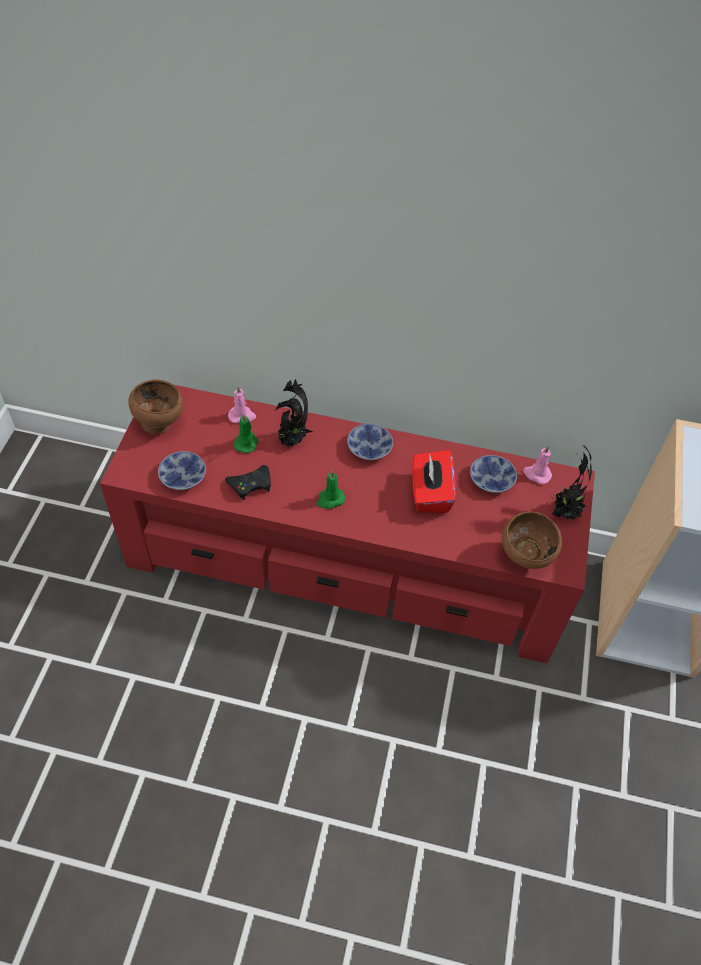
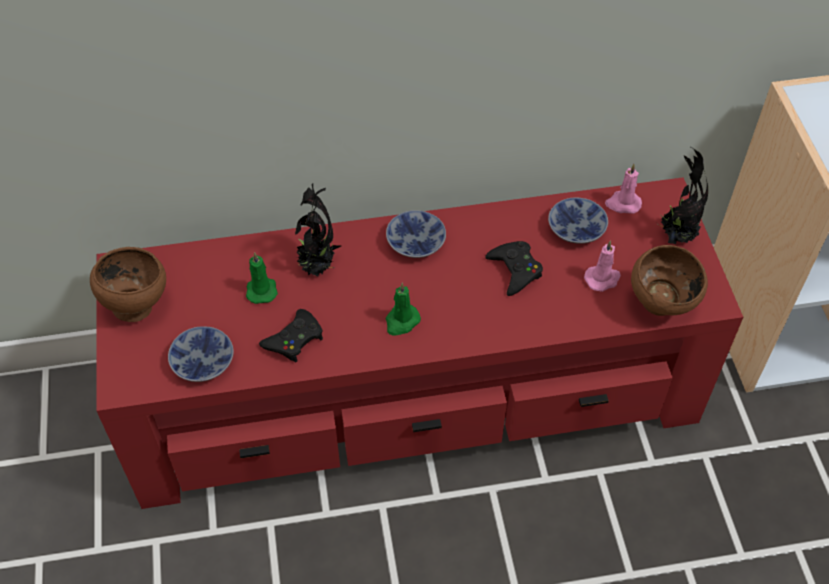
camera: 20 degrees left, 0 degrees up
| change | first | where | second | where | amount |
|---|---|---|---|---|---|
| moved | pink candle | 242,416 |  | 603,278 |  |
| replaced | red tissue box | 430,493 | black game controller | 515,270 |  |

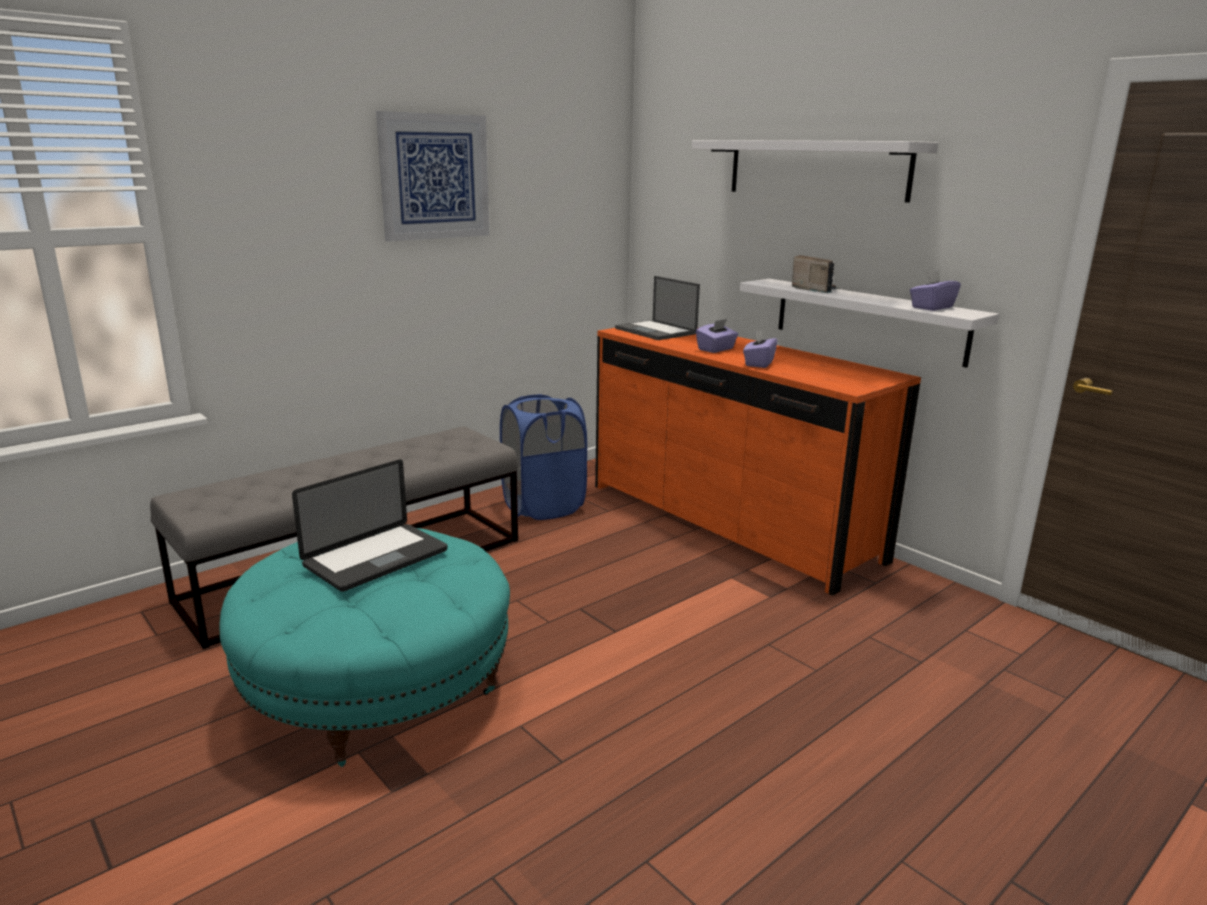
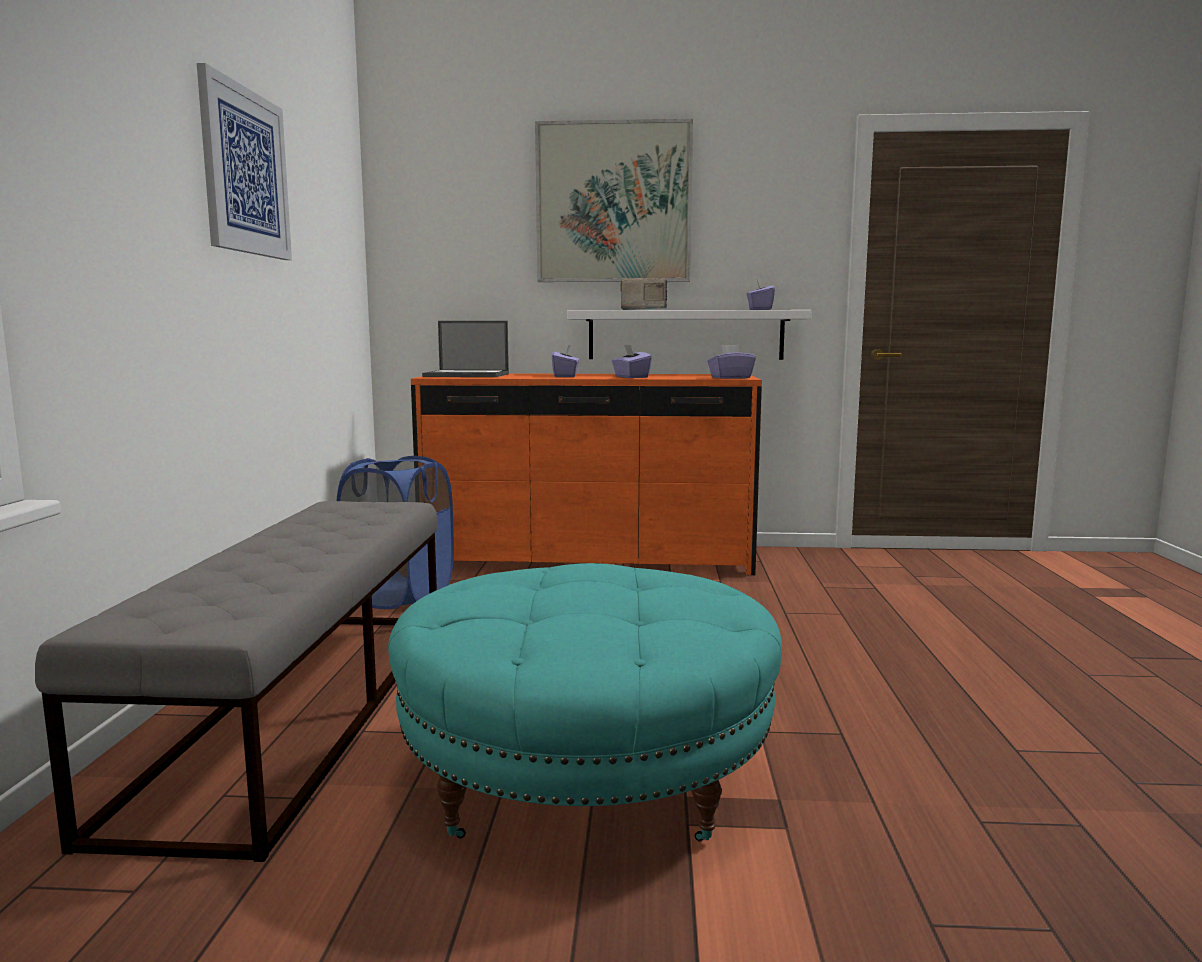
camera: 45 degrees left, 10 degrees down
| change | first | where | second | where | amount |
|---|---|---|---|---|---|
| removed | laptop | 376,558 |  |  |  |
| added |  |  | purple tissue box | 730,378 |  |
| replaced | white shelf | 816,169 | picture | 613,203 |  |

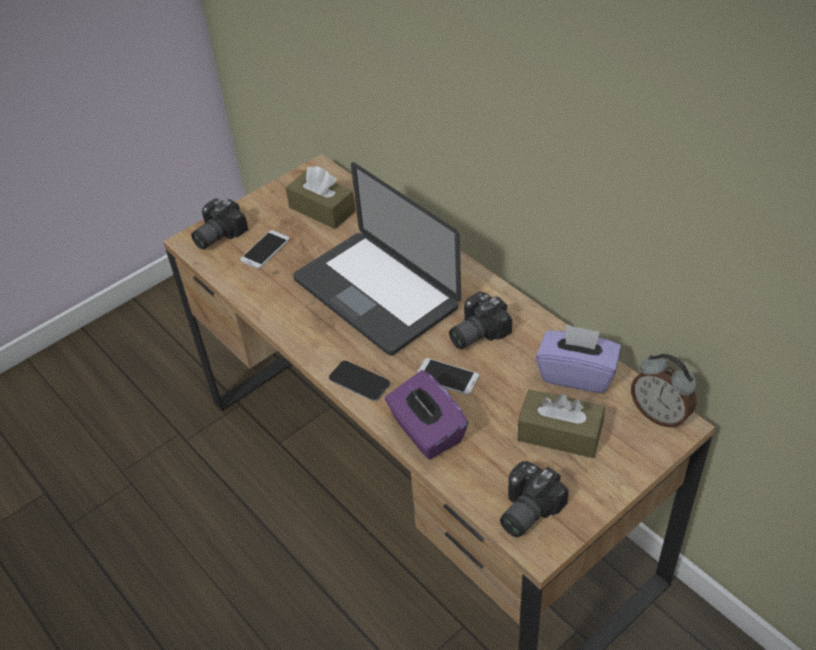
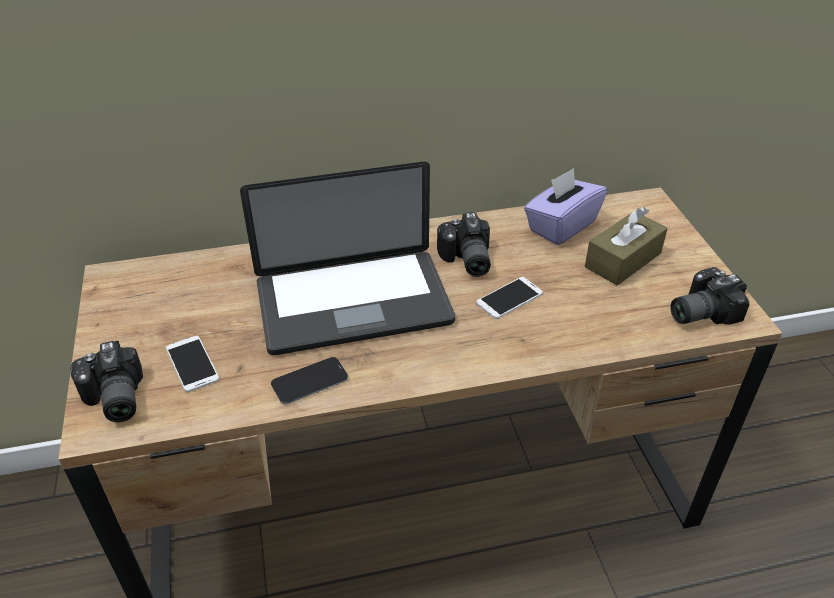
camera: 65 degrees left, 5 degrees down
| change | first | where | second | where | amount |
|---|---|---|---|---|---|
| removed | brown tissue box | 322,209 |  |  |  |
| removed | purple tissue box | 426,431 |  |  |  |
| removed | alarm clock | 660,414 |  |  |  |
| moved | phone | 359,382 |  | 310,382 |  |
| turned | photo camera | 524,509 |  | 698,311 | 90 degrees clockwise |

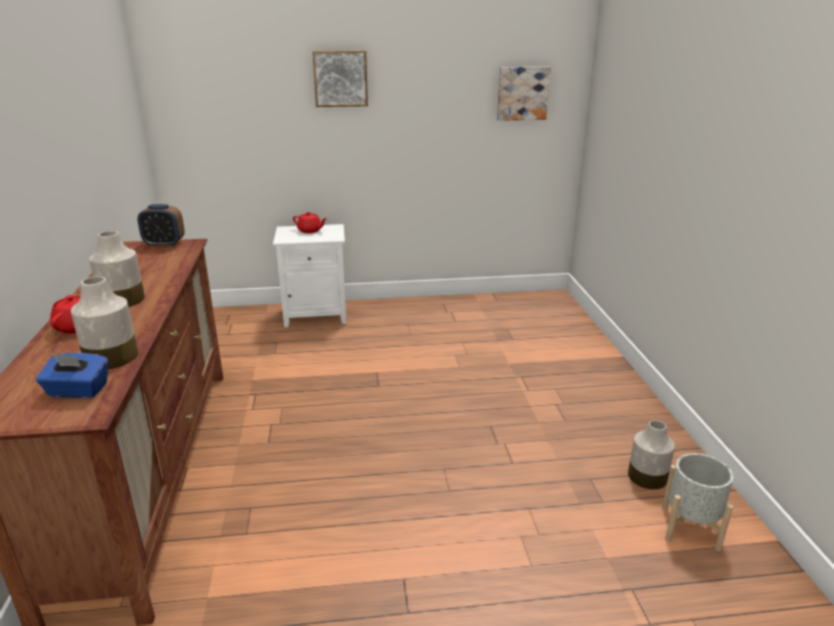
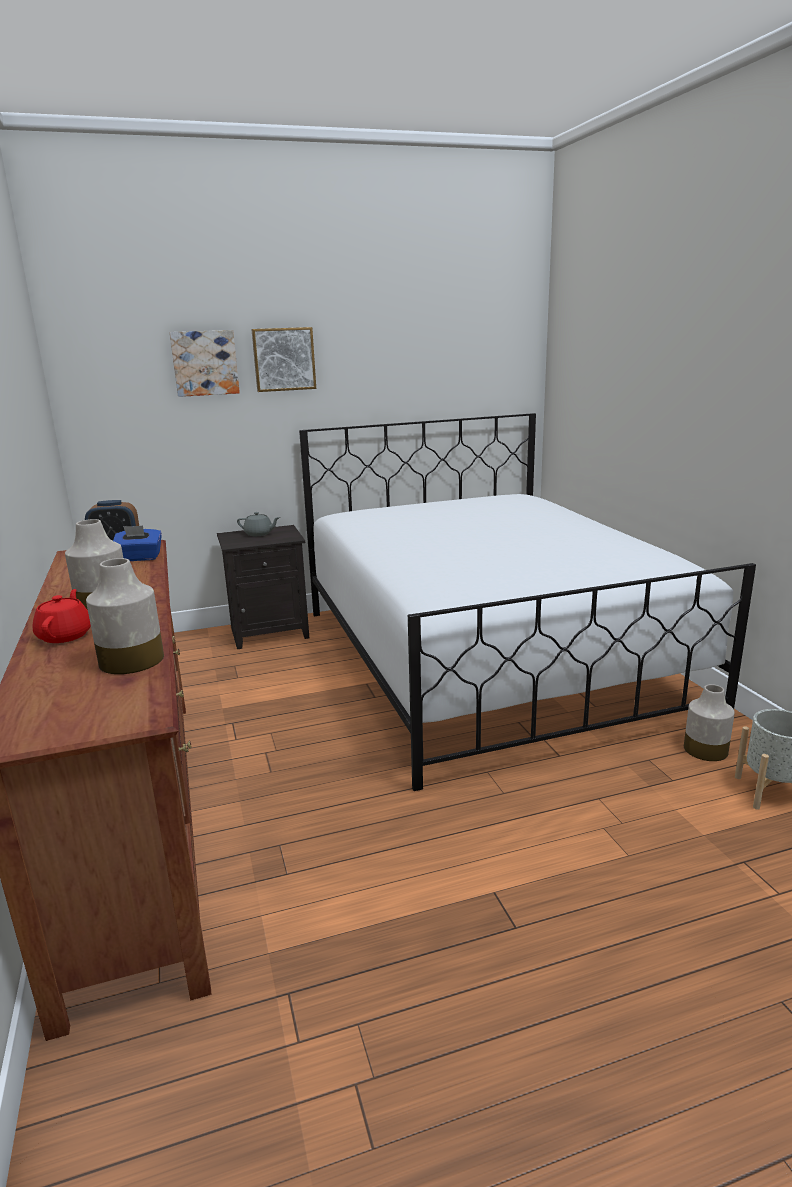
camera: 10 degrees left, 5 degrees down
| change | first | where | second | where | amount |
|---|---|---|---|---|---|
| added |  |  | white bed | 486,658 |  |
| moved | blue tissue box | 78,391 |  | 139,558 |  |
| moved | picture | 522,93 |  | 205,363 |  |
| recoloured | white nightstand | 317,314 | black nightstand | 270,632 |  |
| recoloured | red teapot | 310,231 | grey teapot | 259,534 |  |

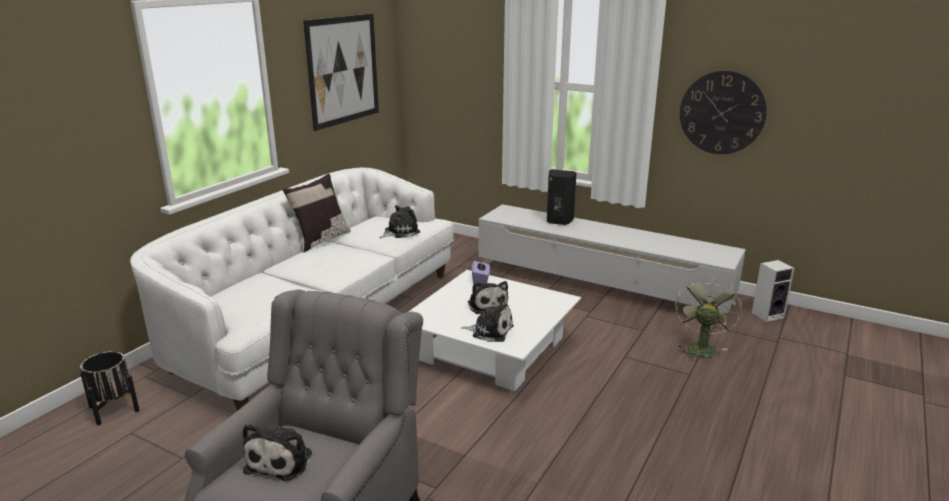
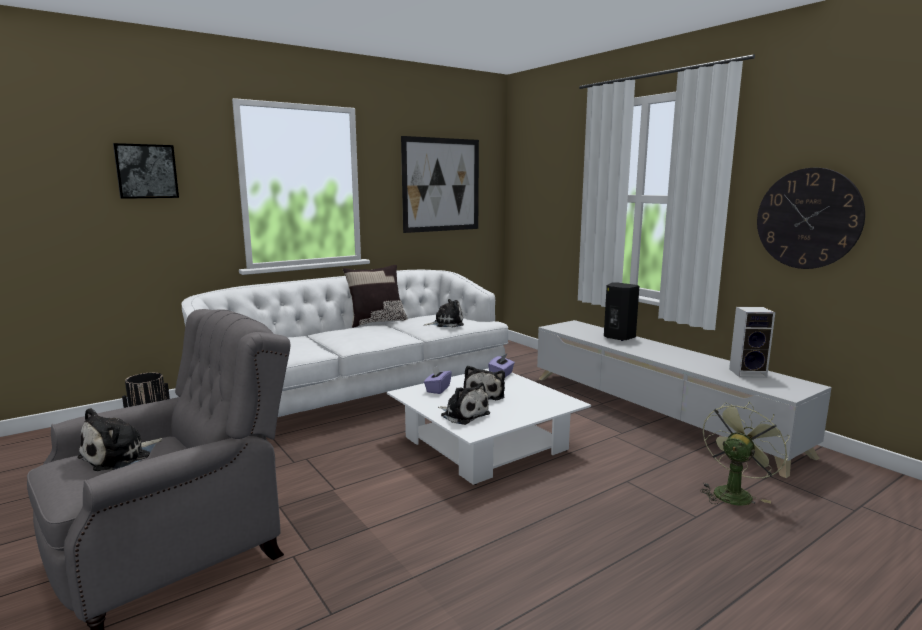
camera: 25 degrees right, 10 degrees down
| change | first | where | second | where | amount |
|---|---|---|---|---|---|
| added |  |  | picture | 146,171 |  |
| added |  |  | purple tissue box | 437,389 |  |
| moved | speaker | 768,314 |  | 748,373 |  |

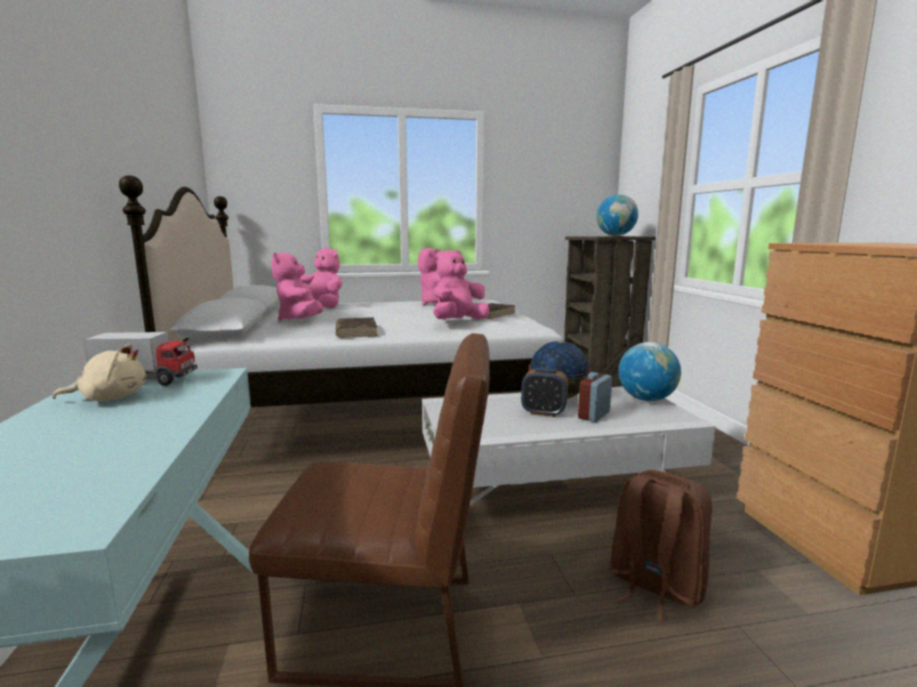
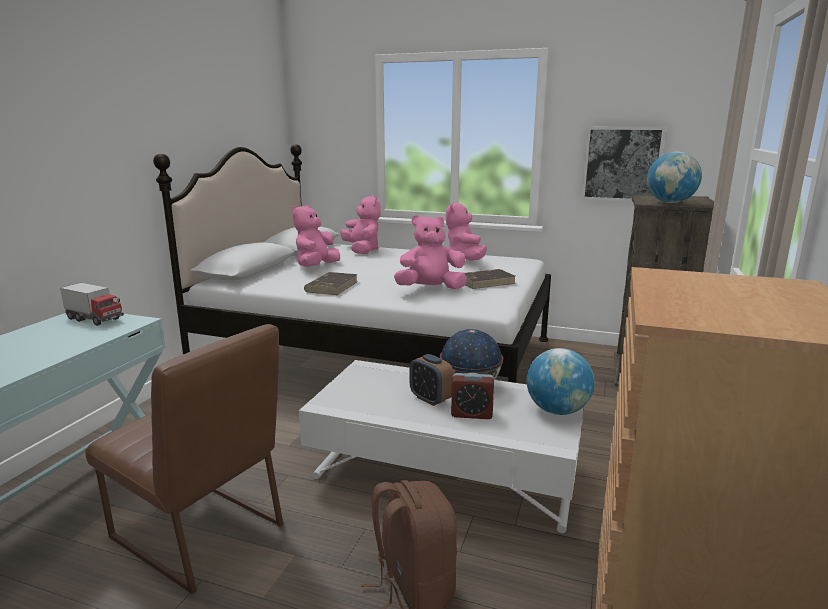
camera: 30 degrees right, 5 degrees up
| change | first | where | second | where | amount |
|---|---|---|---|---|---|
| removed | beige plush toy | 110,398 |  |  |  |
| added |  |  | picture | 622,164 |  |
| turned | alarm clock | 594,415 |  | 471,414 | 150 degrees counterclockwise |

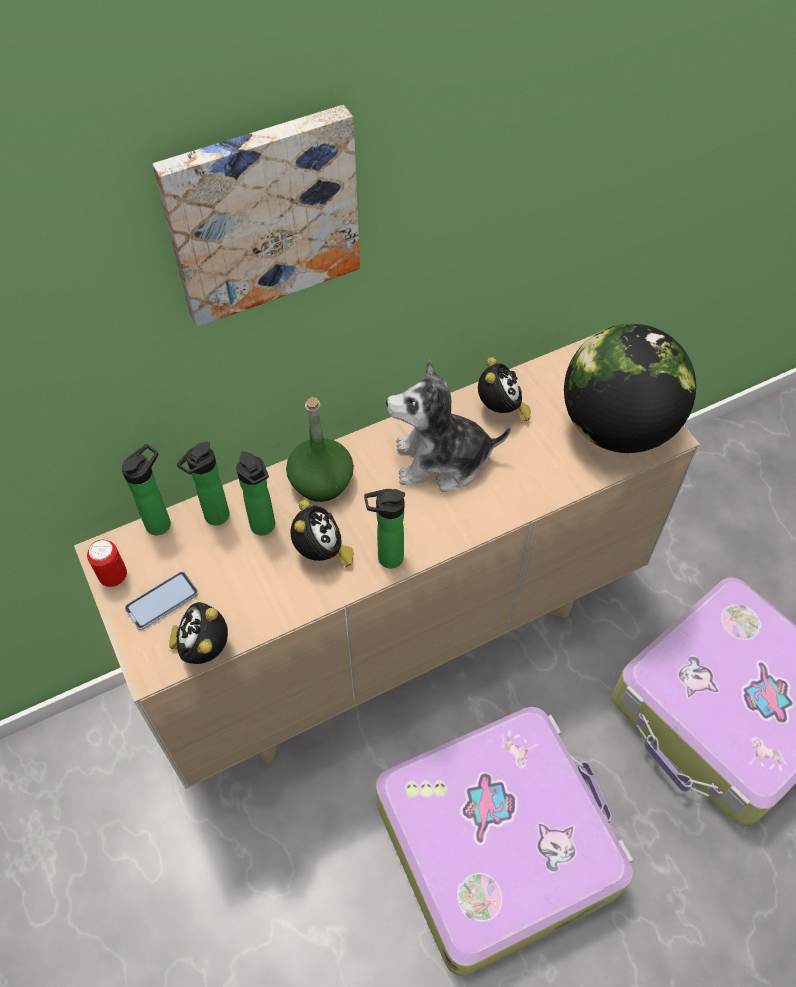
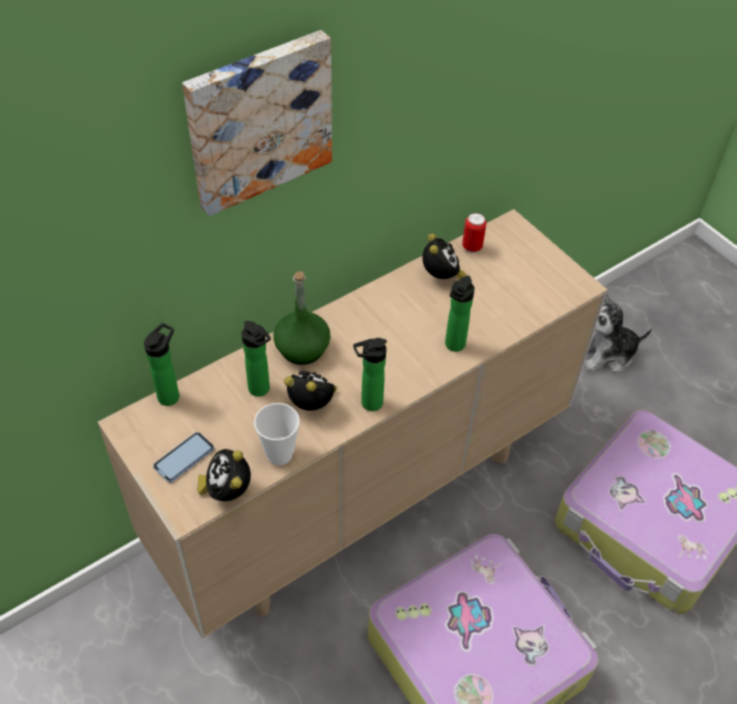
camera: 10 degrees left, 5 degrees down
| change | first | where | second | where | amount |
|---|---|---|---|---|---|
| removed | globe | 616,428 |  |  |  |
| added |  |  | cup | 279,454 |  |
| moved | can | 114,577 |  | 472,247 |  |
| moved | bottle | 214,518 |  | 453,346 |  |
| moved | plush toy | 441,461 |  | 606,354 |  |
| turned | alarm clock | 321,553 |  | 313,405 | 60 degrees counterclockwise |

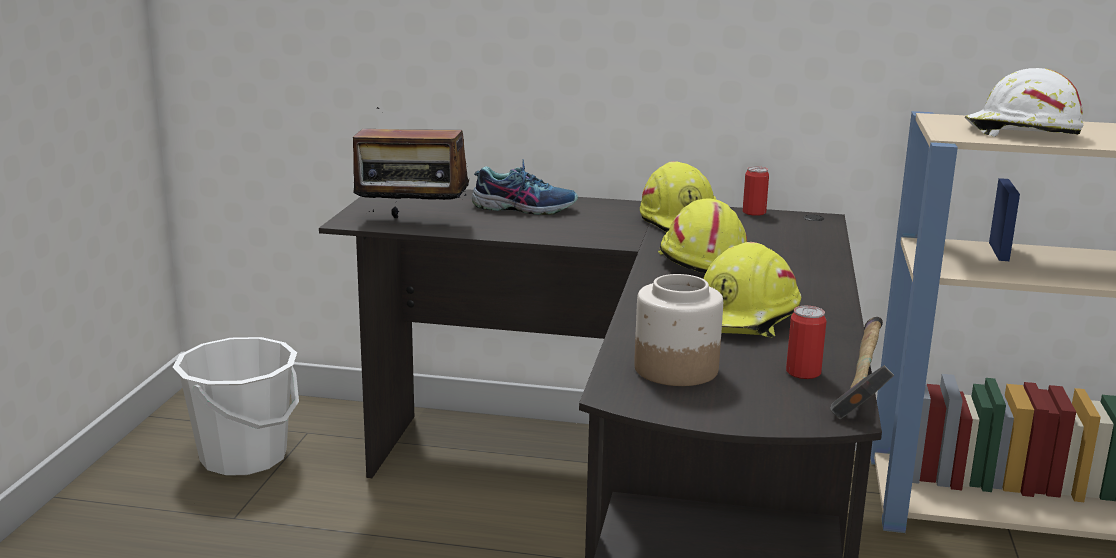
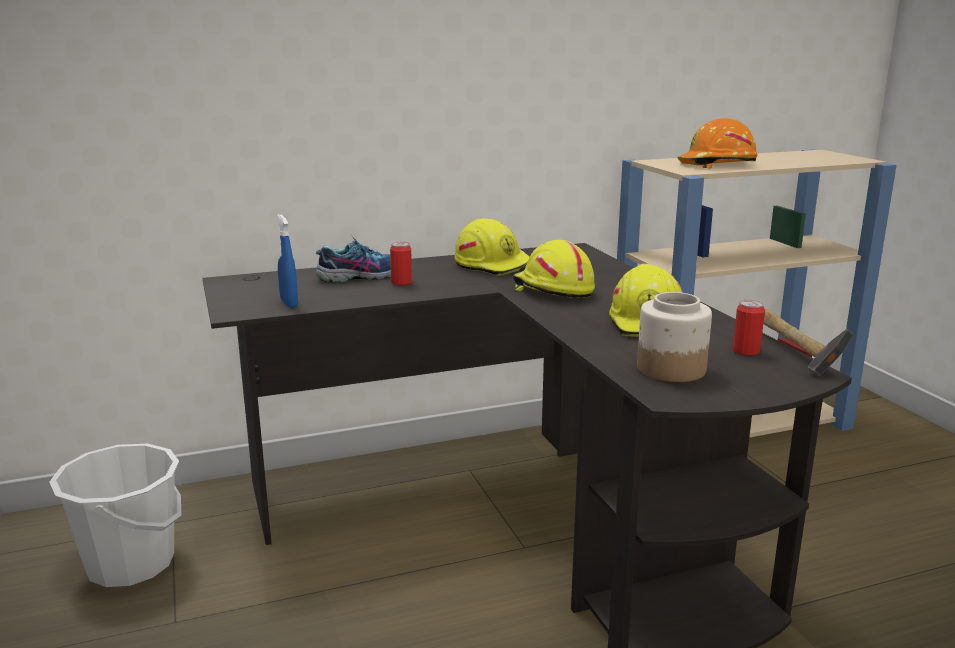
camera: 30 degrees left, 0 degrees up
| change | first | where | second | where | amount |
|---|---|---|---|---|---|
| moved | can | 754,212 |  | 401,282 |  |
| replaced | radio | 412,222 | blue spray bottle | 289,303 |  |
| recoloured | white hard hat | 1021,132 | orange hard hat | 716,164 |  |

